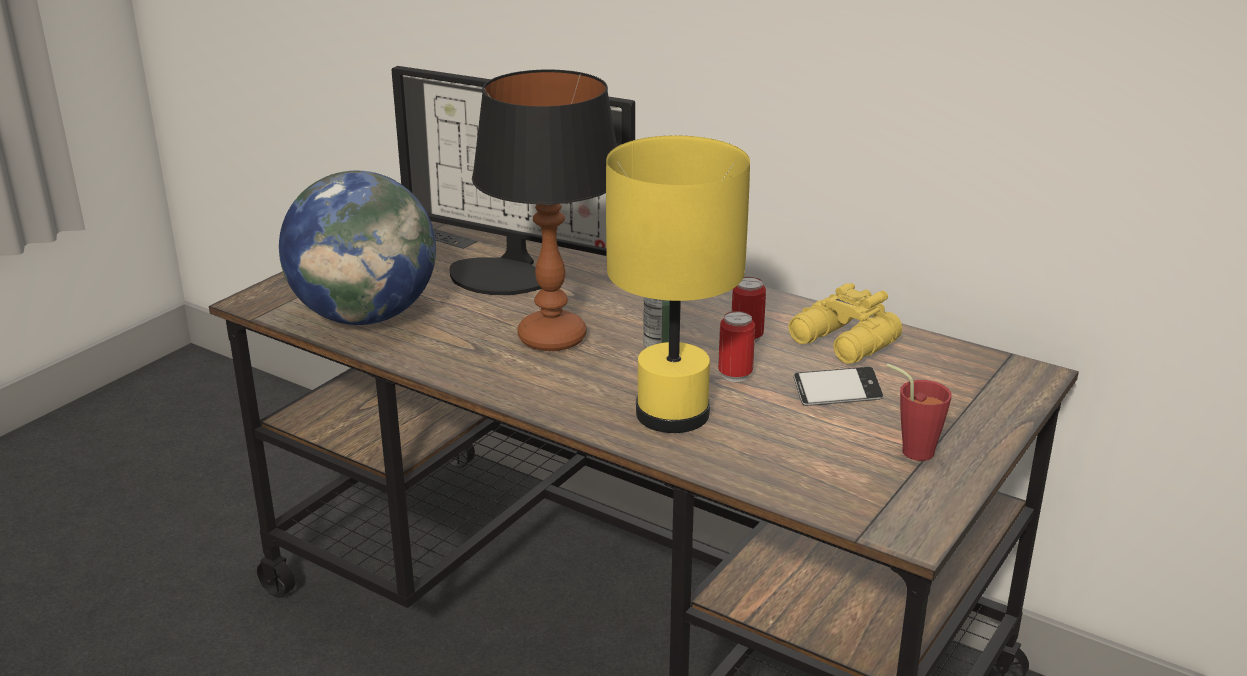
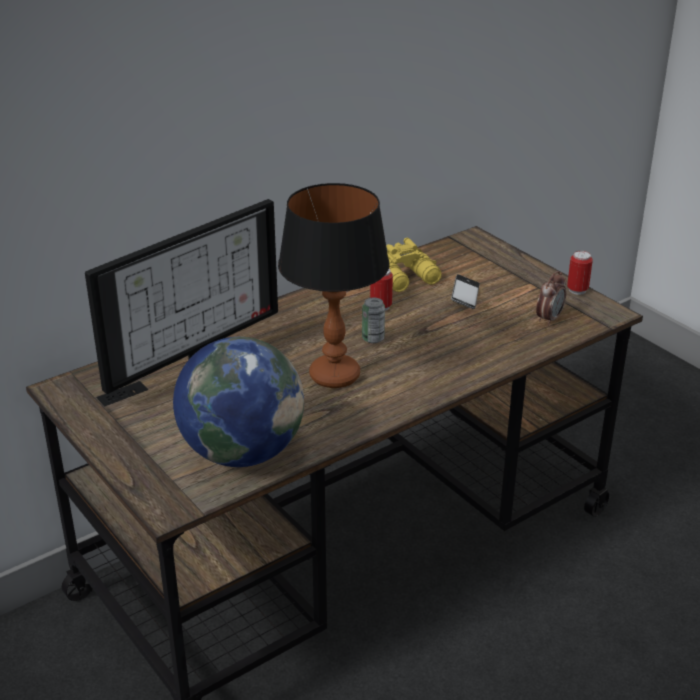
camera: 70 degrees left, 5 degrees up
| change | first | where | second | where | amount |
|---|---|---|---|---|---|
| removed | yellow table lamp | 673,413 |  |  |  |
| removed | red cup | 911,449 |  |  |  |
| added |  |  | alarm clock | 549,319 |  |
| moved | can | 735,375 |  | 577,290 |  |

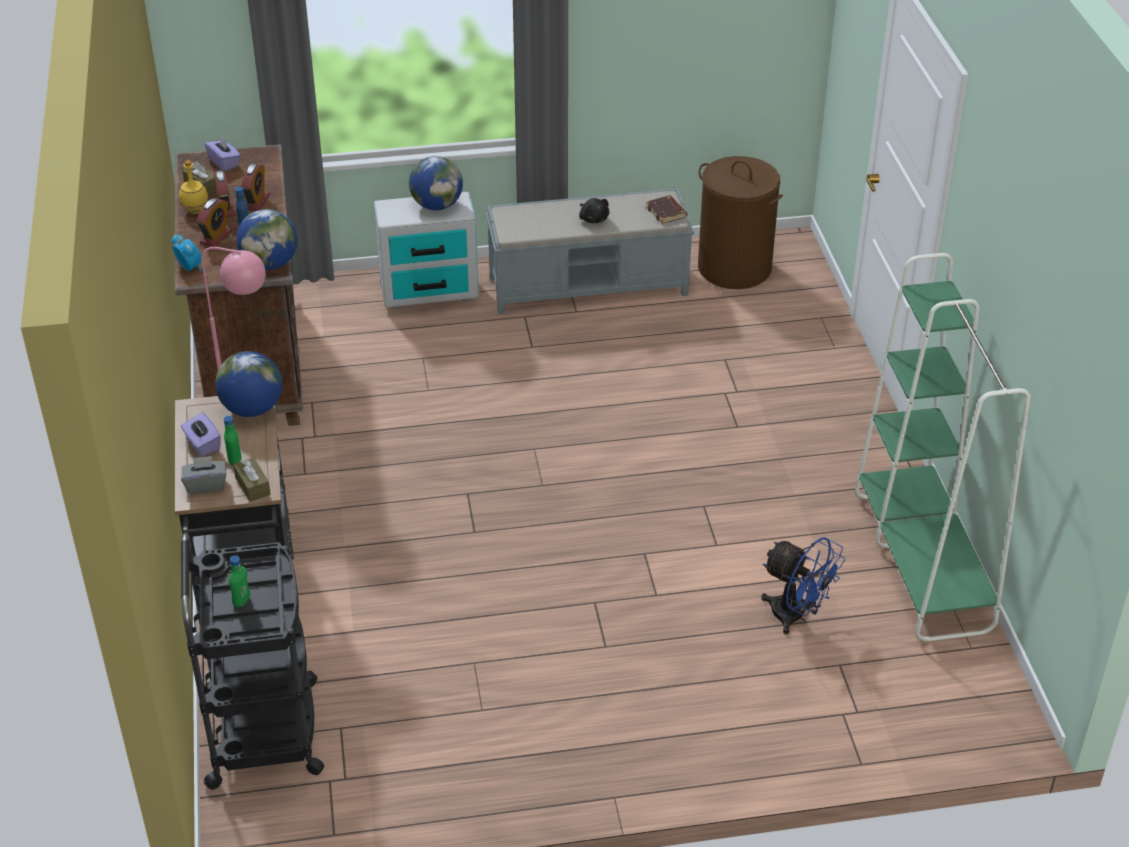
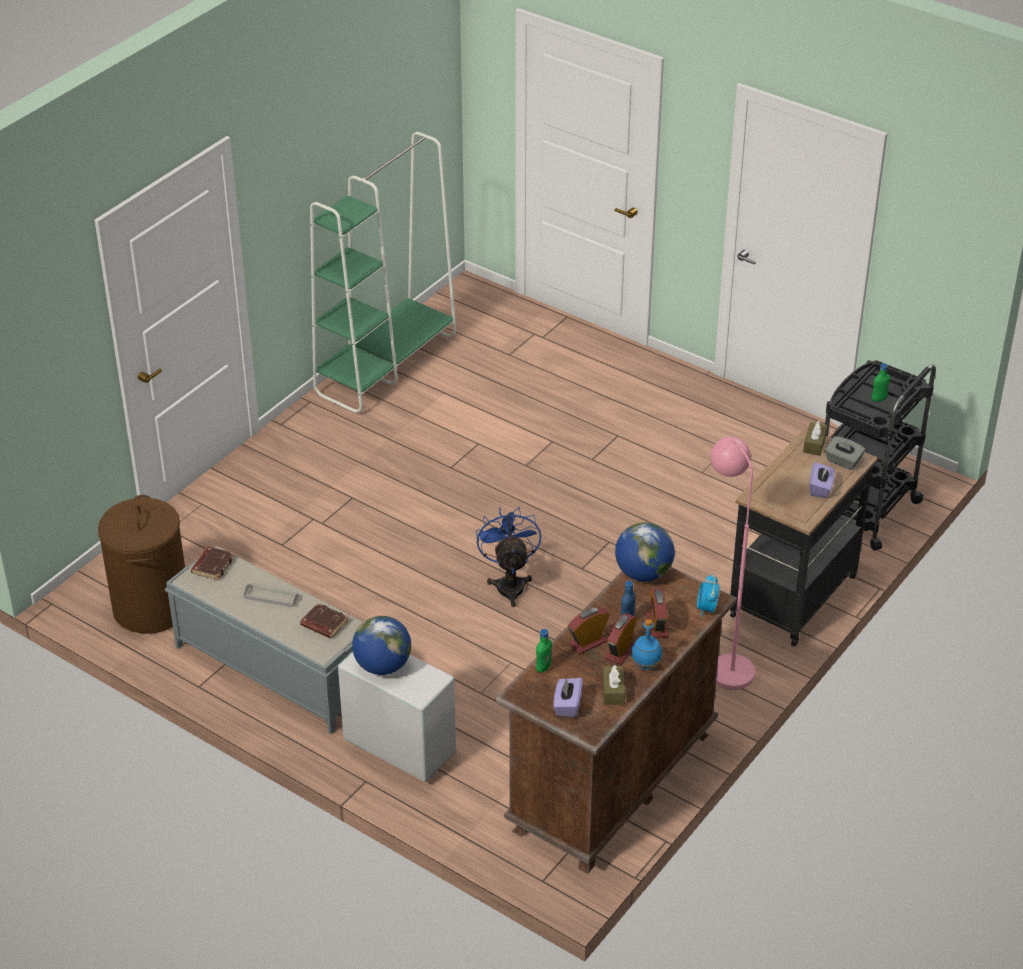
camera: 135 degrees left, 0 degrees up
| change | first | where | second | where | amount |
|---|---|---|---|---|---|
| removed | globe | 252,409 |  |  |  |
| added |  |  | brown book | 323,624 |  |
| moved | green bottle | 235,461 |  | 543,668 |  |
| moved | blue fan | 796,616 |  | 509,583 |  |
| replaced | black plush toy | 593,219 | grey tray | 271,597 |  |
| recoloured | yellow bottle | 196,211 | blue bottle | 645,665 |  |
| turned | alarm clock | 216,237 |  | 657,626 | 75 degrees counterclockwise |

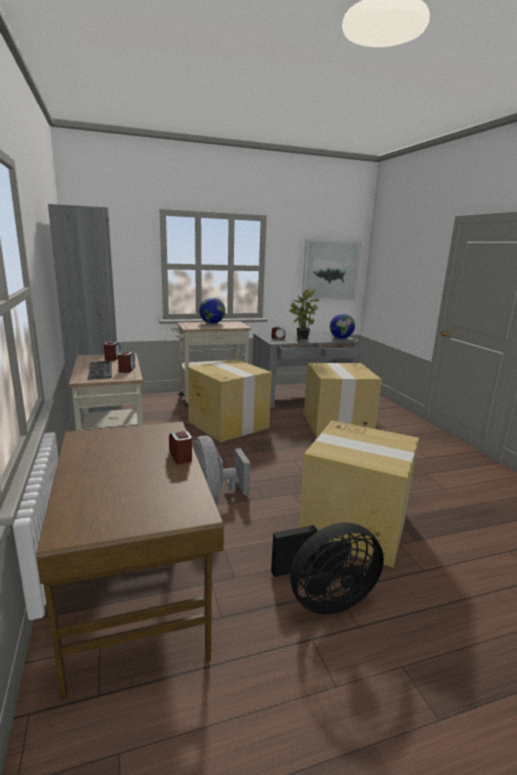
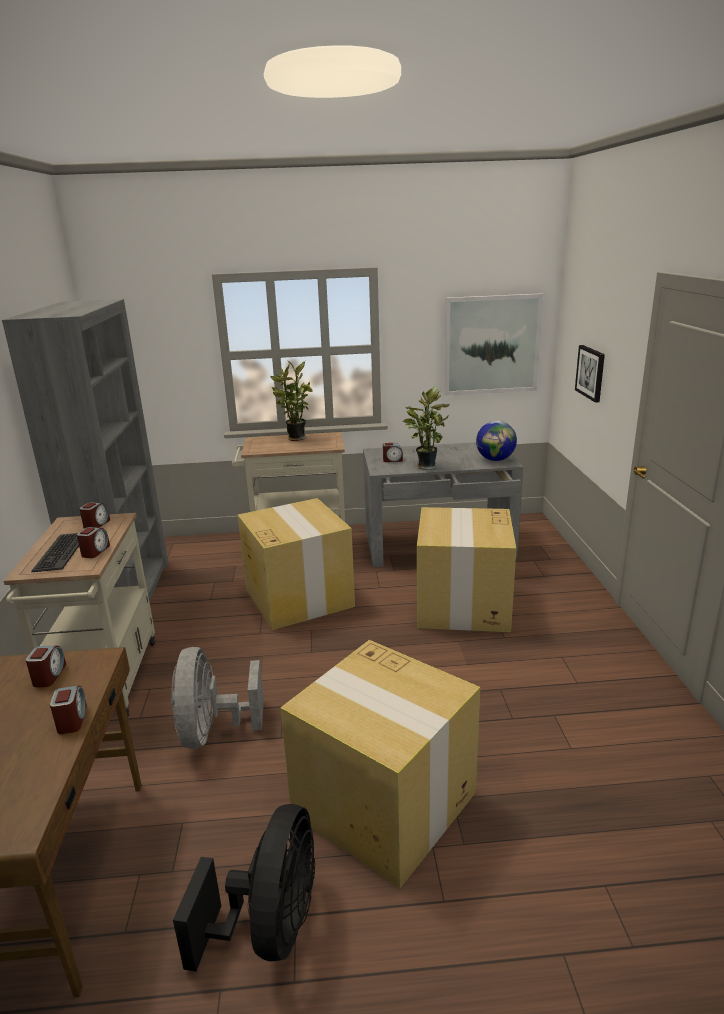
camera: 15 degrees right, 5 degrees up
| change | first | where | second | where | amount |
|---|---|---|---|---|---|
| added |  |  | alarm clock | 49,675 |  |
| added |  |  | picture | 591,372 |  |
| replaced | globe | 212,323 | potted plant | 294,438 |  |
| turned | black fan | 324,599 |  | 270,927 | 75 degrees counterclockwise |

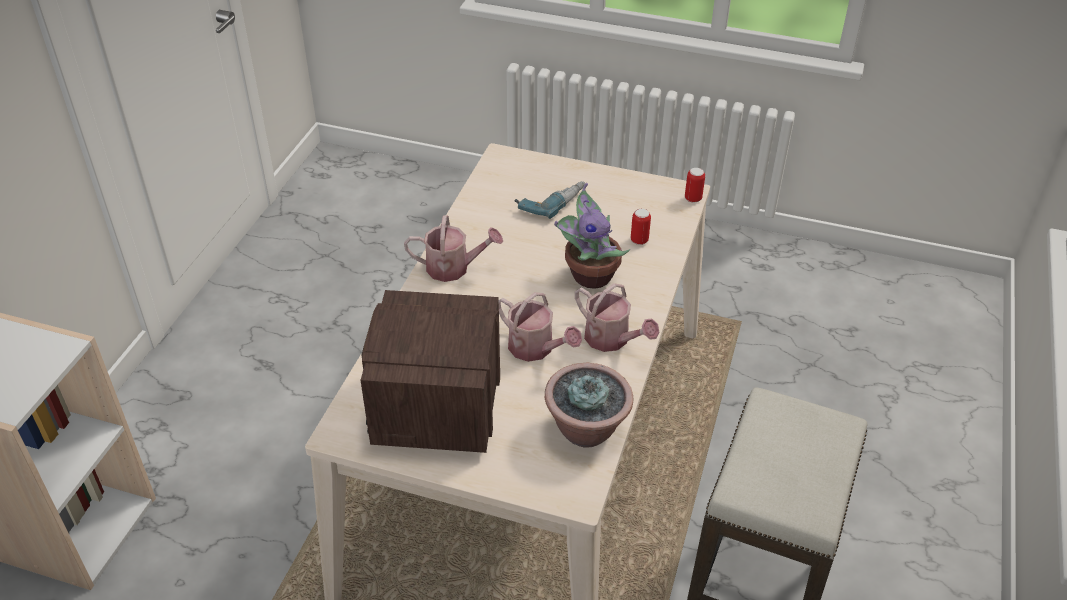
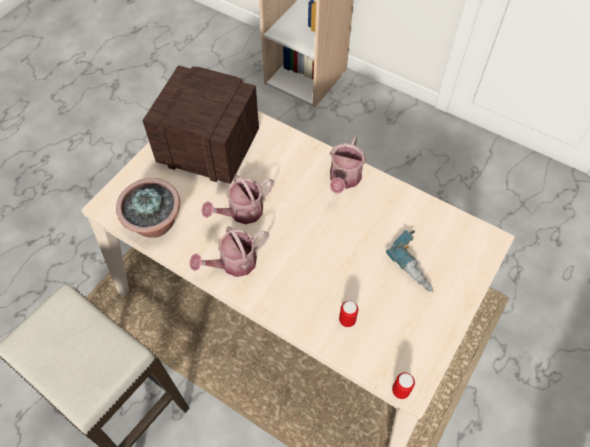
camera: 105 degrees right, 15 degrees up
| change | first | where | second | where | amount |
|---|---|---|---|---|---|
| removed | potted plant | 589,275 |  |  |  |

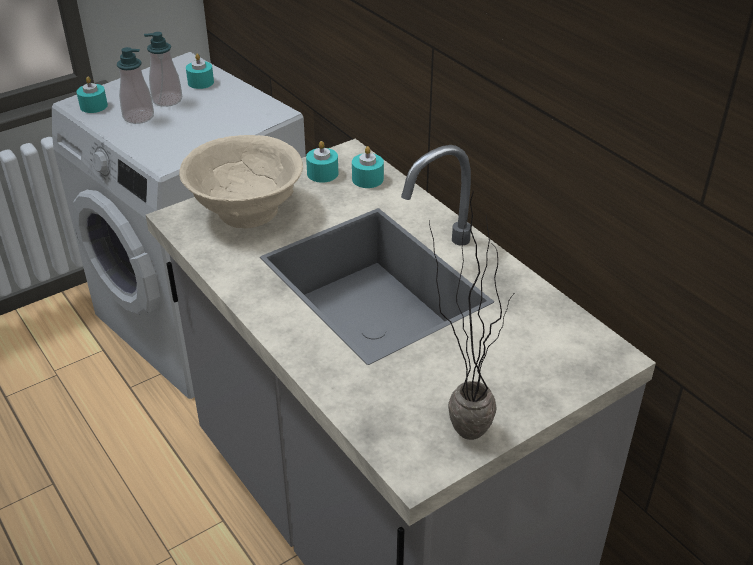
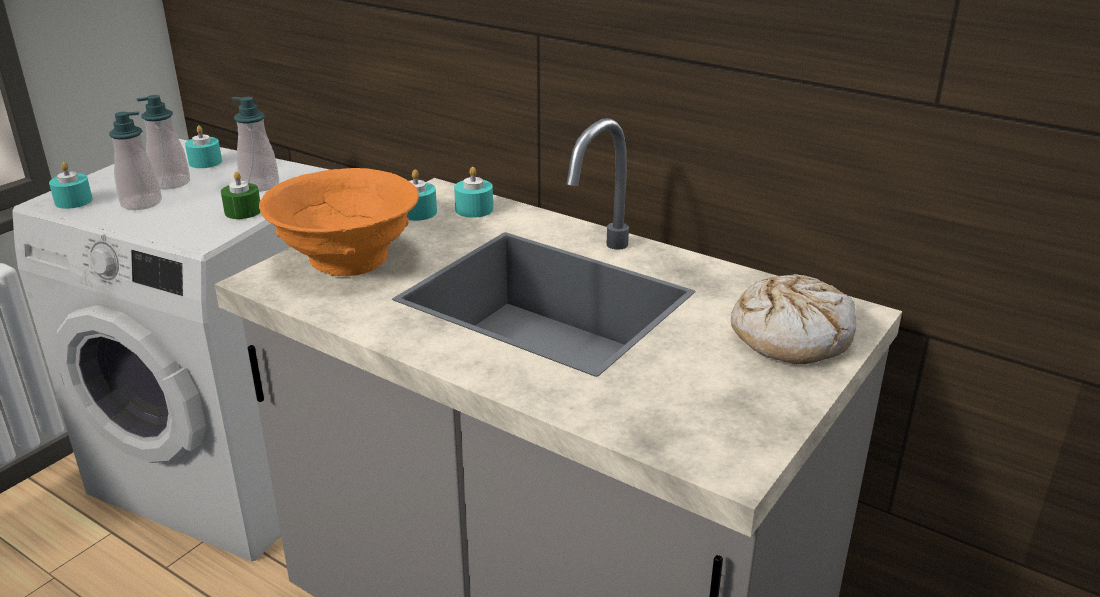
camera: 20 degrees left, 10 degrees down
| change | first | where | second | where | amount |
|---|---|---|---|---|---|
| removed | potted plant | 458,424 |  |  |  |
| added |  |  | green candle | 243,211 |  |
| added |  |  | soap dispenser | 260,185 |  |
| added |  |  | bread | 791,335 |  |
| recoloured | beige bowl | 246,211 | orange bowl | 346,260 |  |

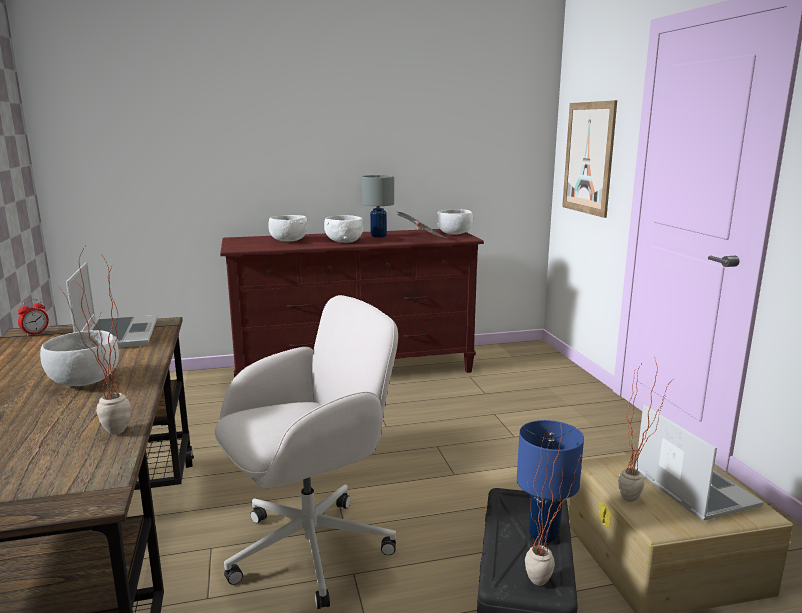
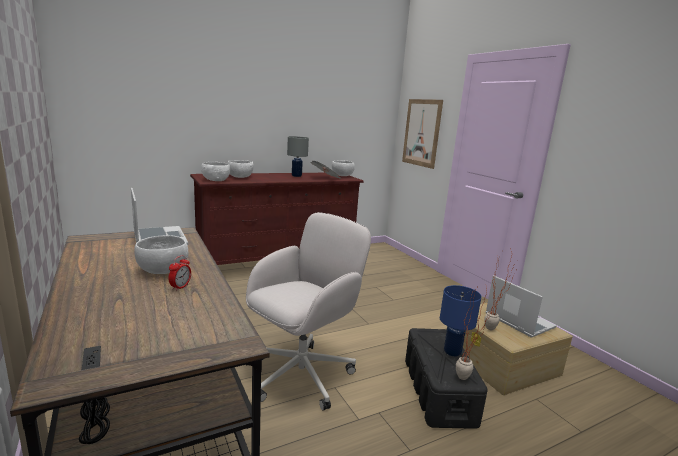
camera: 15 degrees left, 0 degrees up
| change | first | where | second | where | amount |
|---|---|---|---|---|---|
| removed | potted plant | 108,436 |  |  |  |
| moved | alarm clock | 35,333 |  | 180,287 |  |
| moved | white bowl | 343,241 |  | 215,180 |  |

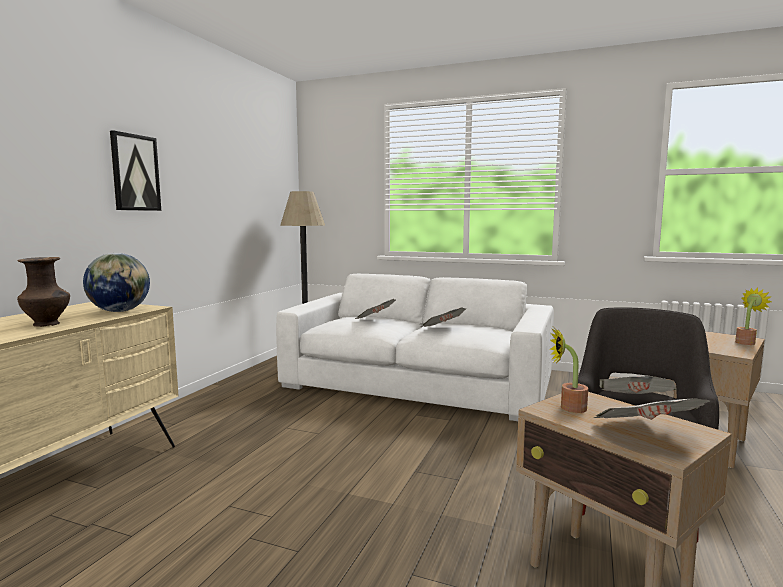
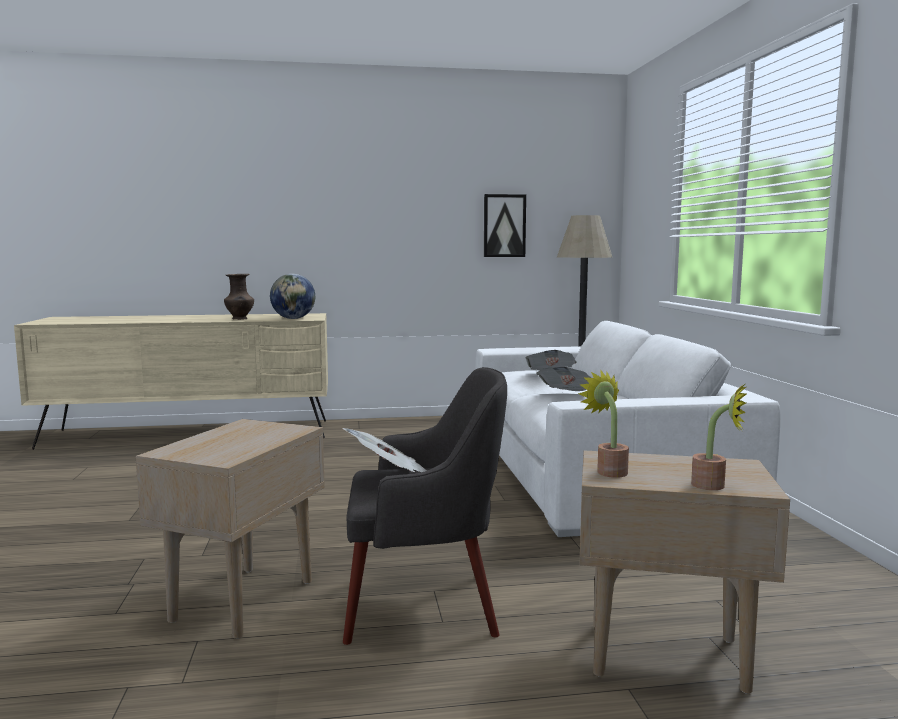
camera: 60 degrees right, 0 degrees up
| change | first | where | second | where | amount |
|---|---|---|---|---|---|
| removed | newspaper | 645,435 |  |  |  |
| moved | picture | 135,173 |  | 504,226 |  |
| moved | potted plant | 568,408 |  | 608,471 |  |

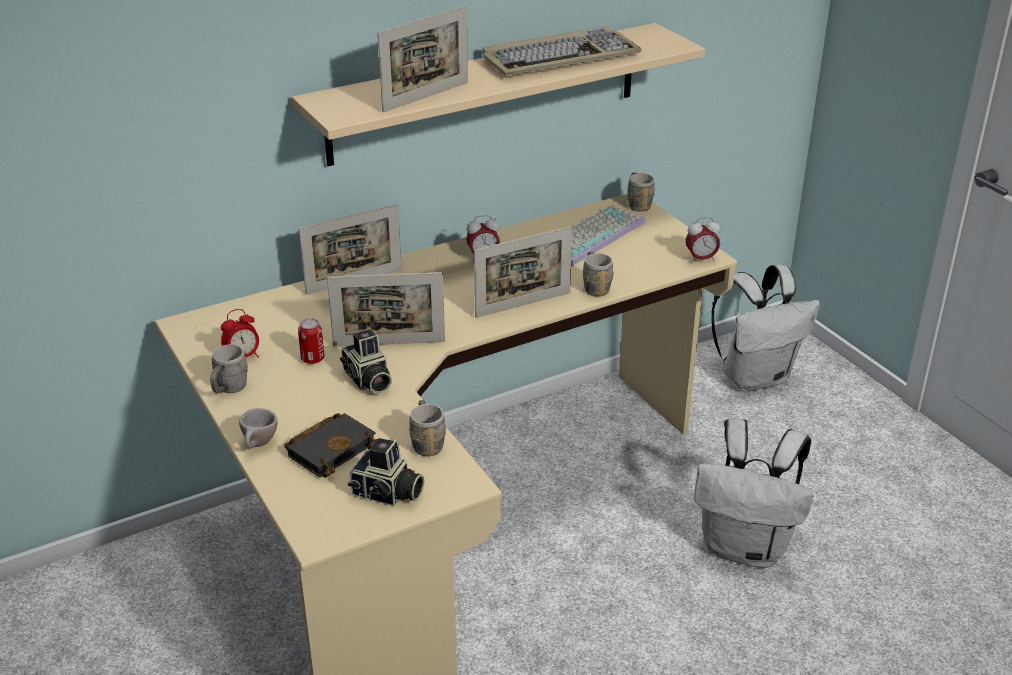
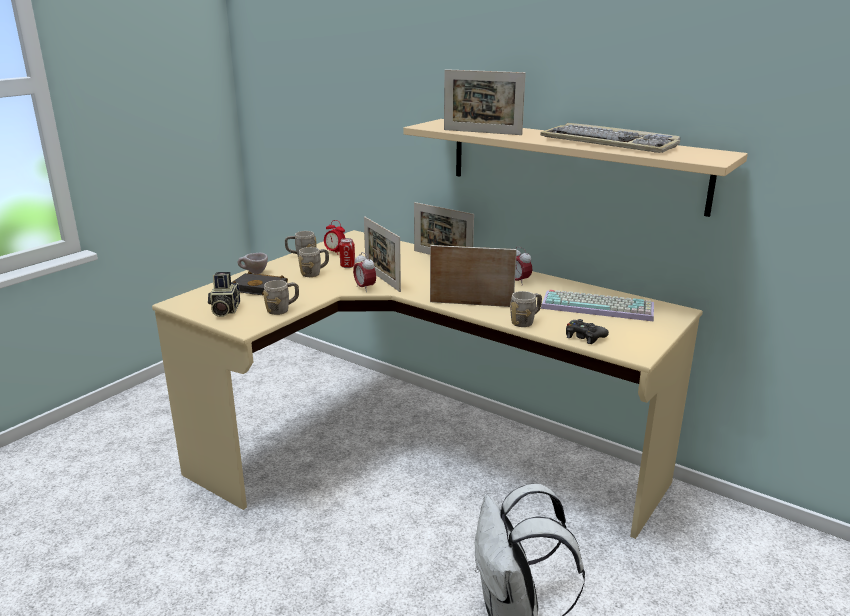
camera: 65 degrees right, 10 degrees down
| change | first | where | second | where | amount |
|---|---|---|---|---|---|
| removed | photo camera | 367,380 |  |  |  |
| removed | white backpack | 755,377 |  |  |  |
| added |  |  | black game controller | 584,337 |  |
| moved | grey mug | 637,204 |  | 314,273 |  |
| moved | alarm clock | 701,259 |  | 365,288 |  |
| turned | picture frame | 523,305 |  | 471,304 | 150 degrees clockwise |

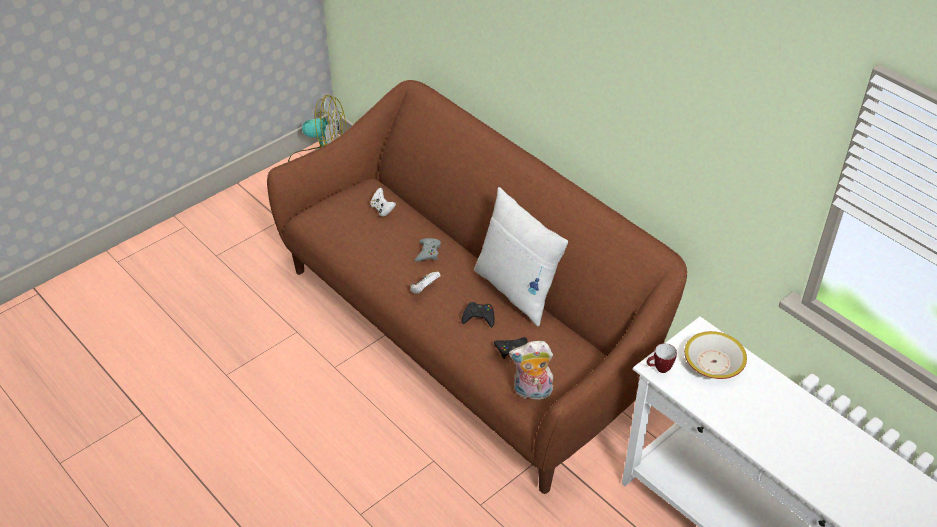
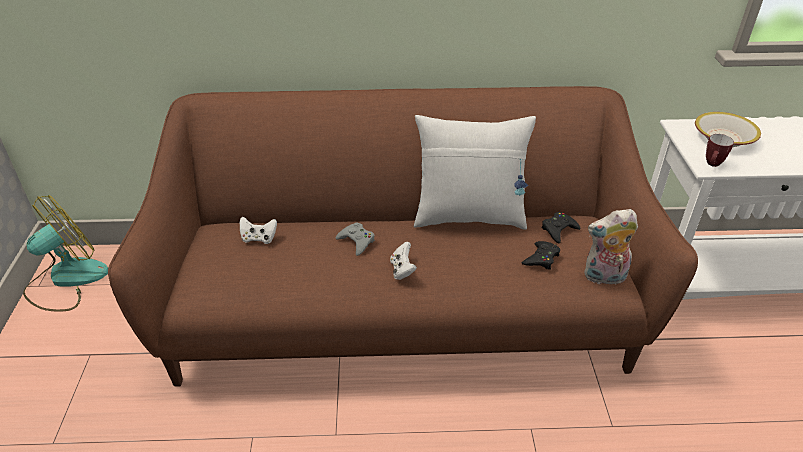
camera: 50 degrees left, 5 degrees down
| change | first | where | second | where | amount |
|---|---|---|---|---|---|
| moved | black game controller | 479,317 |  | 558,230 |  |
| turned | plush toy | 531,392 |  | 604,277 | 45 degrees clockwise |

